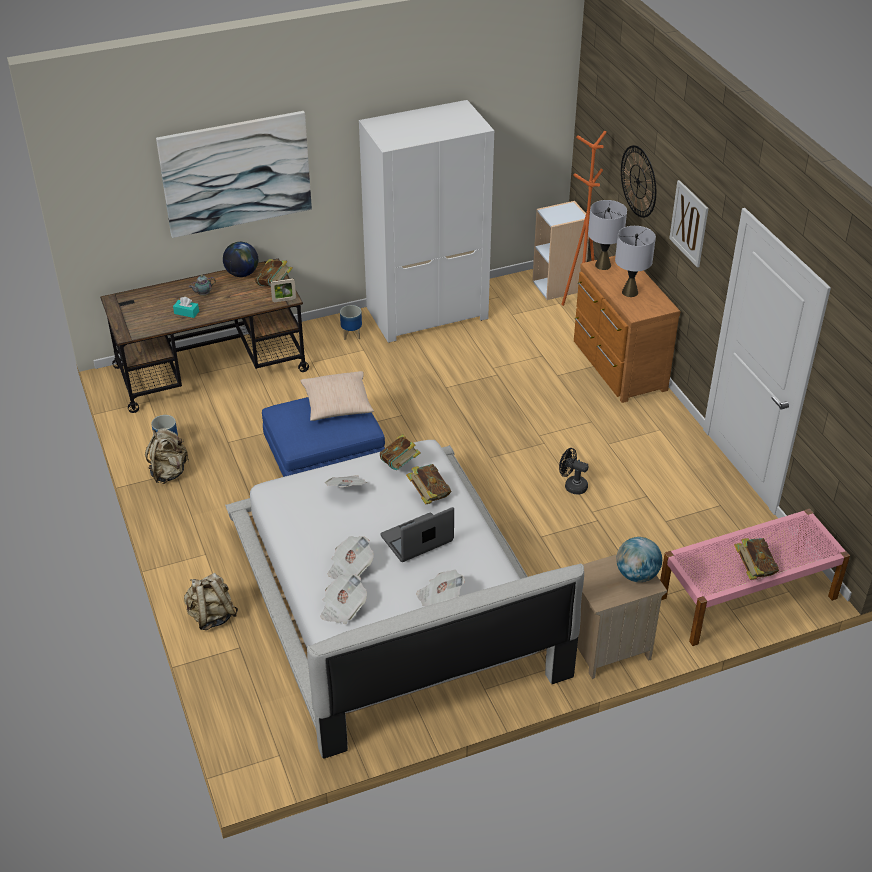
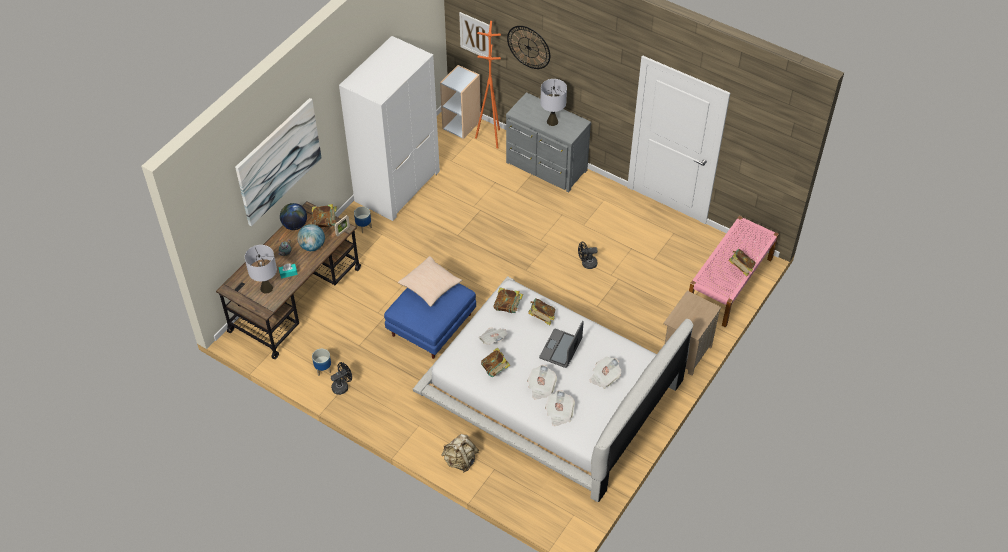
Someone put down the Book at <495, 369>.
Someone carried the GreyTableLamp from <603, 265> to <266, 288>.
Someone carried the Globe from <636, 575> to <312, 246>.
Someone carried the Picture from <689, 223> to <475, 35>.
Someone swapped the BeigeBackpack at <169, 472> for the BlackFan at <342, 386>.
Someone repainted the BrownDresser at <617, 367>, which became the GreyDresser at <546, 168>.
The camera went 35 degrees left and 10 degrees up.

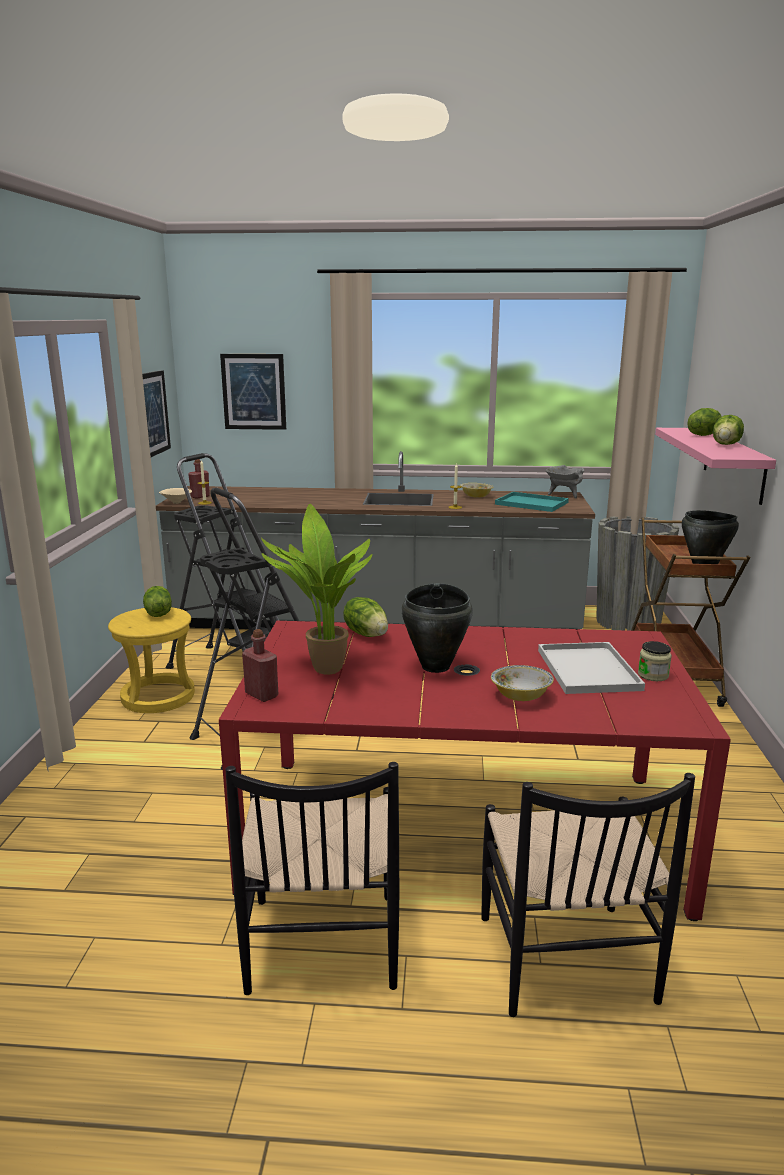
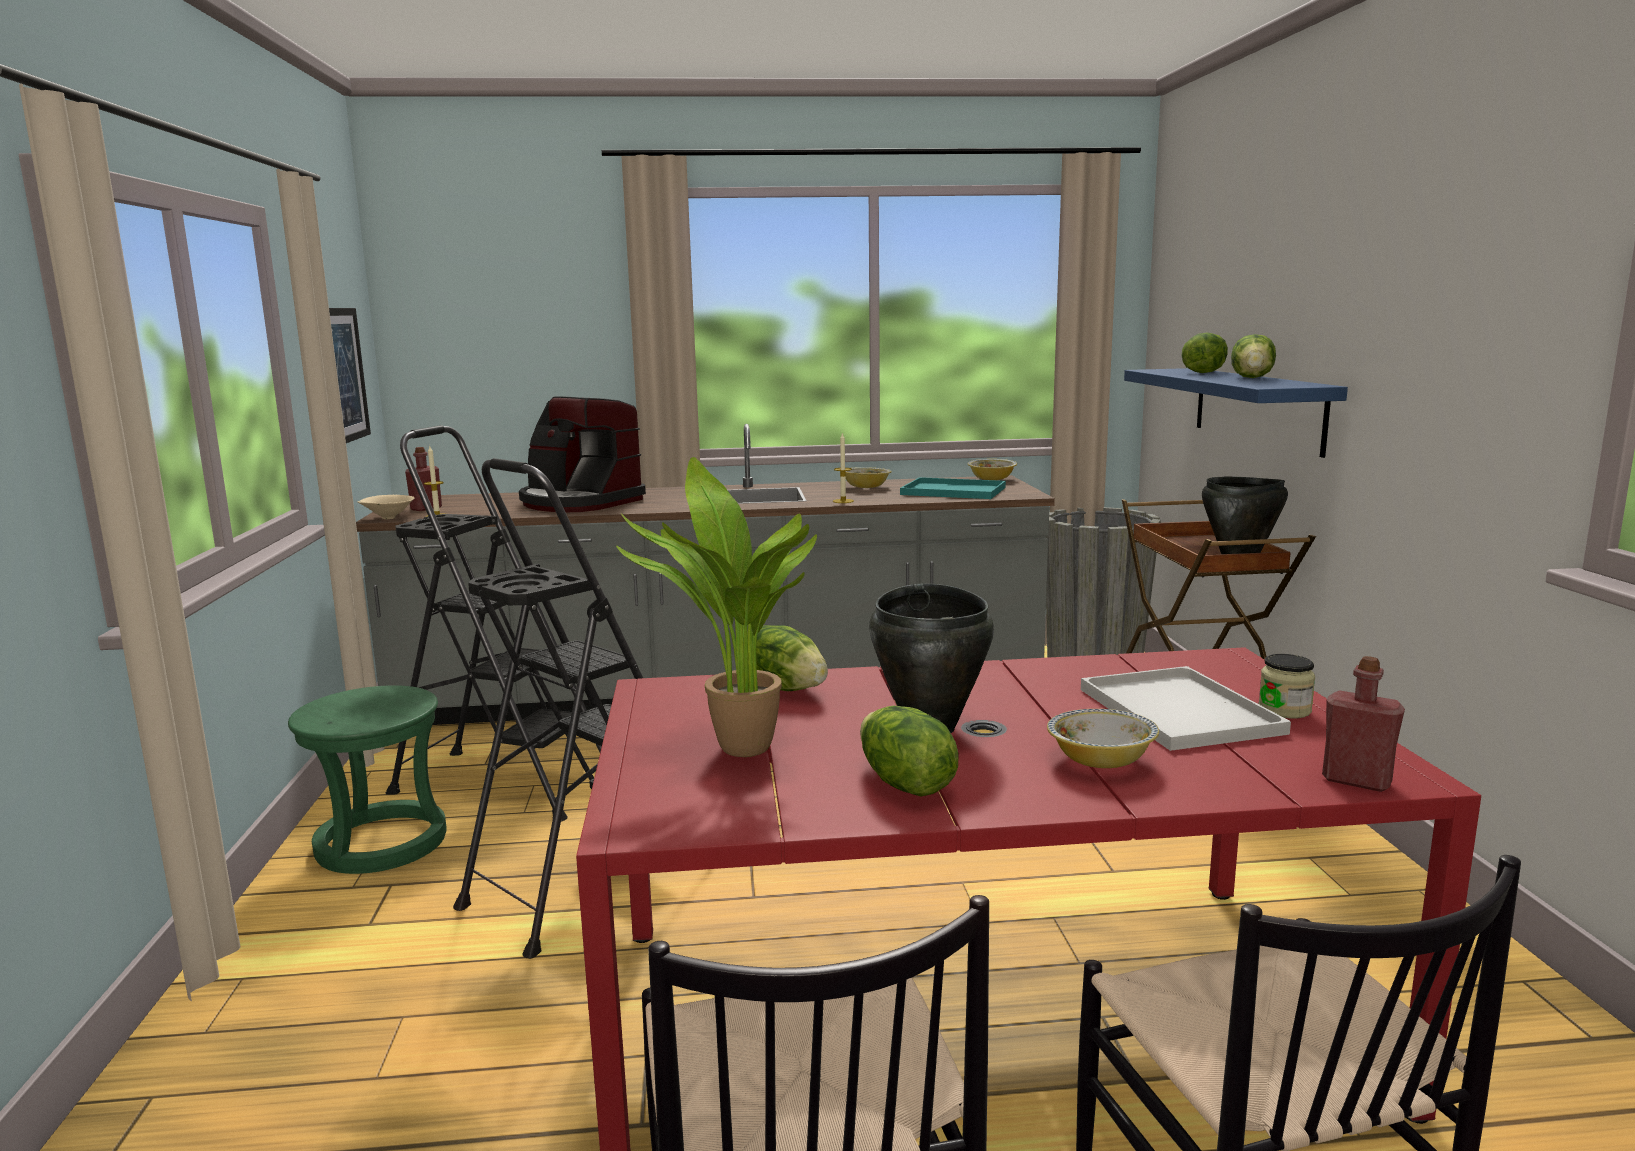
Someone took away the Picture at <254, 391>.
Someone put down the CoffeeMachine at <579, 502>.
Someone carried the Lettuce from <158, 613> to <904, 784>.
Someone carried the RedBottle from <261, 695> to <1356, 780>.
Someone swapped the GreyCookingPot at <563, 495> for the Bowl at <991, 479>.
Someone repainted the YellowStool at <158, 696>, which became the GreenStool at <381, 842>.
Someone repainted the PinkShelf at <733, 463>, which became the BlueShelf at <1257, 408>.
The camera went 10 degrees left and 5 degrees down.

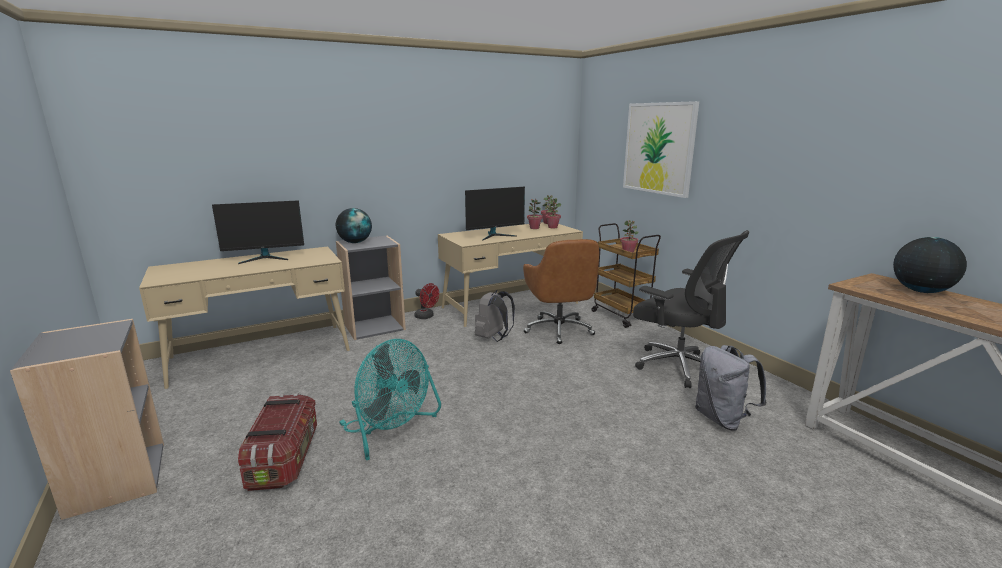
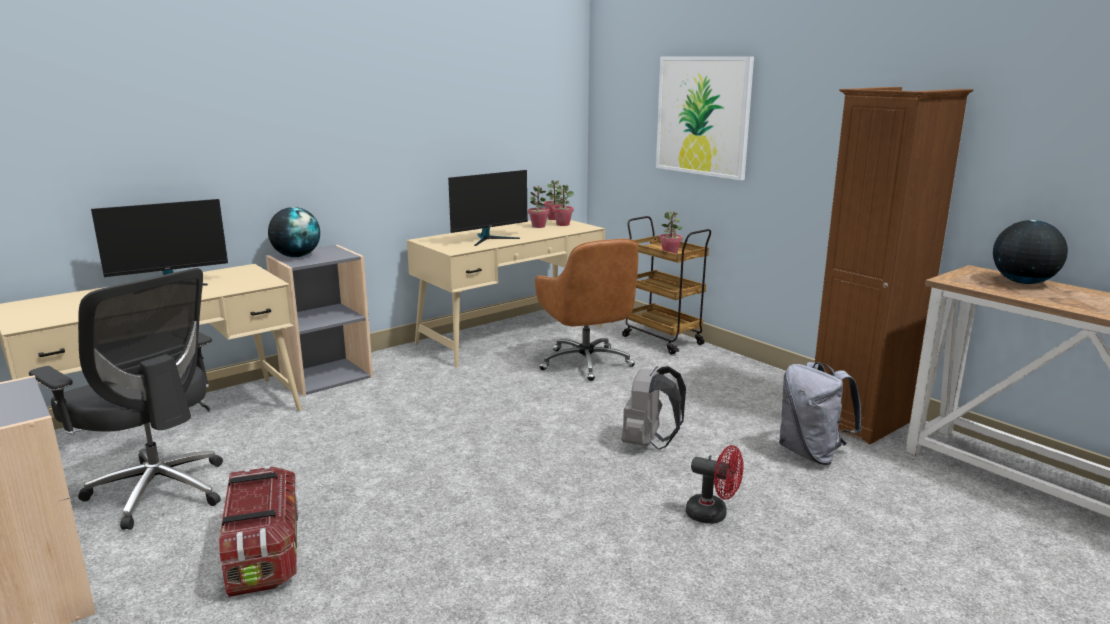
Someone took away the TurquoiseFan at <388, 431>.
Someone put down the BrownCabinet at <861, 420>.
Someone carried the RedFan from <426, 316> to <713, 515>.
Someone carried the GreyBackpack from <493, 338> to <648, 443>.
Someone carried the OfficeChair from <677, 367> to <157, 490>.
The camera went 10 degrees left and 0 degrees up.

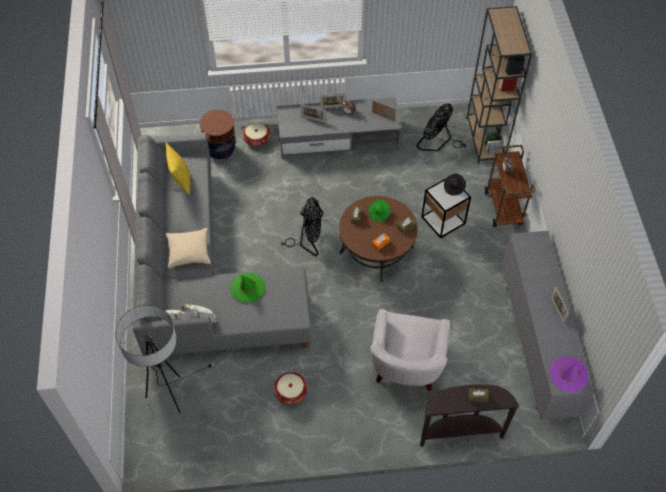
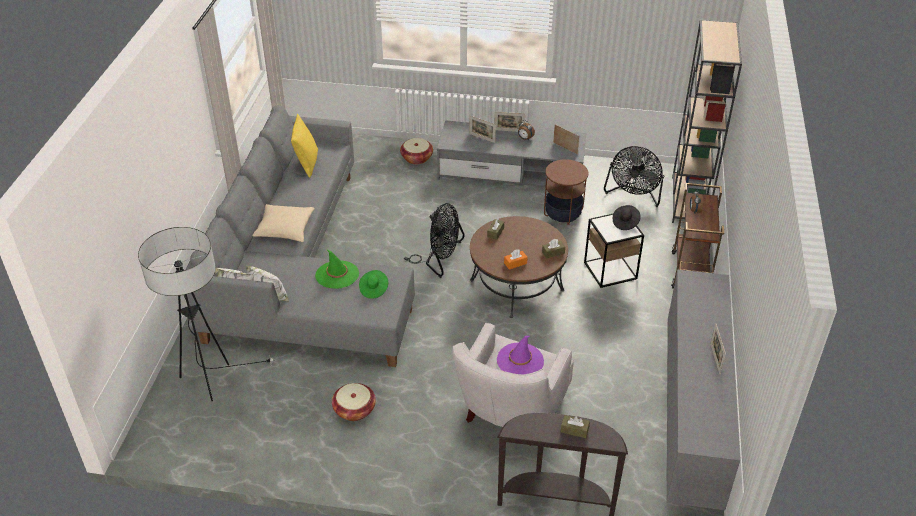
Someone carried the BrownSideTable from <221, 150> to <563, 214>.
Someone carried the GreenHat from <378, 213> to <373, 289>.
Someone carried the PurpleHat from <568, 374> to <520, 361>.
Someone rotated the BlackFan at <440, 140> by 120 degrees counterclockwise.
The camera went 15 degrees right and 15 degrees down.

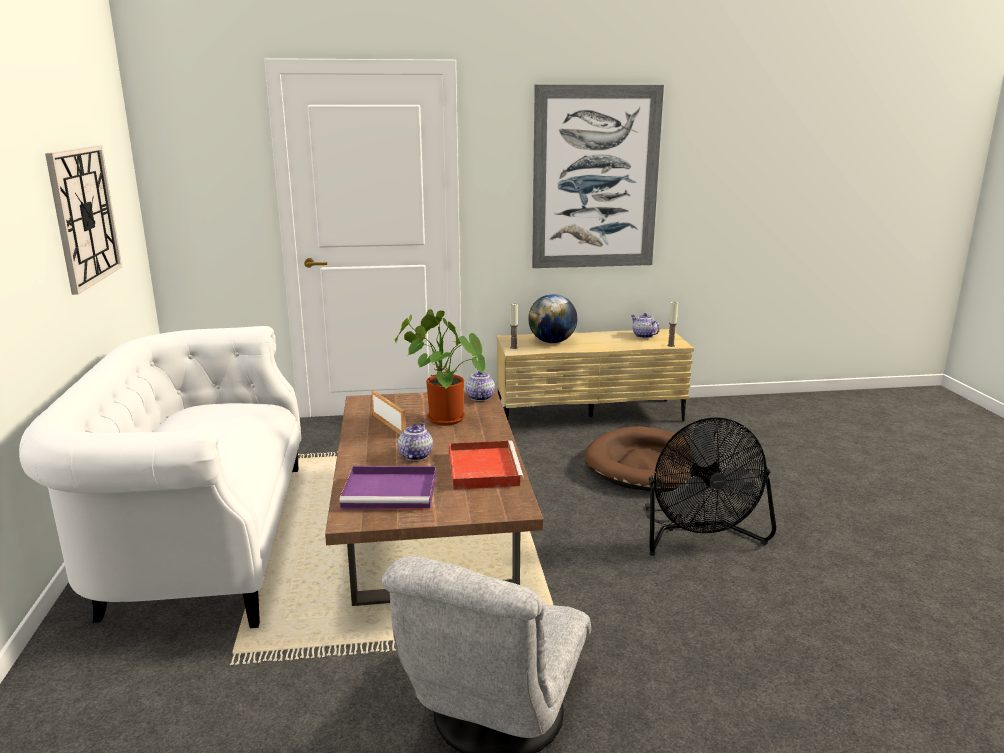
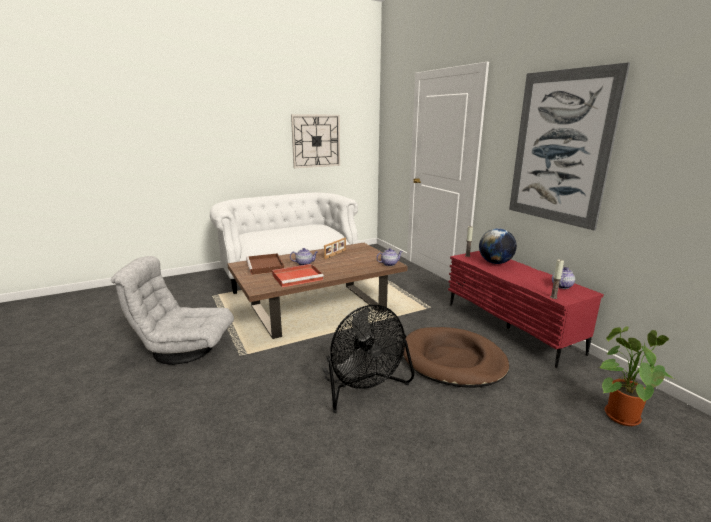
Someone carried the PottedPlant from <441, 418> to <619, 414>.
Someone repainted the PurpleTray at <392, 492>, which became the BrownTray at <265, 266>.
Someone repainted the BeigeTvStand at <590, 415>, which became the RedTvStand at <510, 328>.
Someone rotated the BlackFan at <694, 536> by 90 degrees counterclockwise.
The camera went 70 degrees right and 0 degrees up.

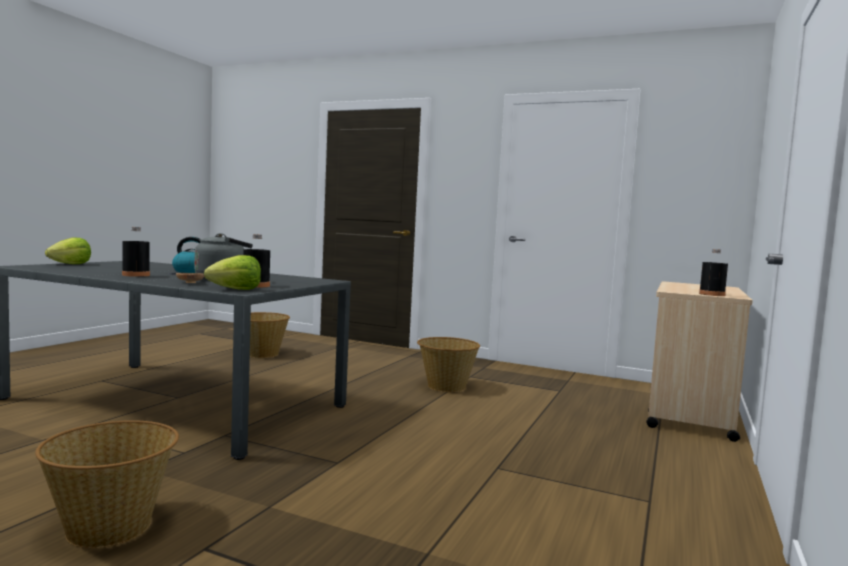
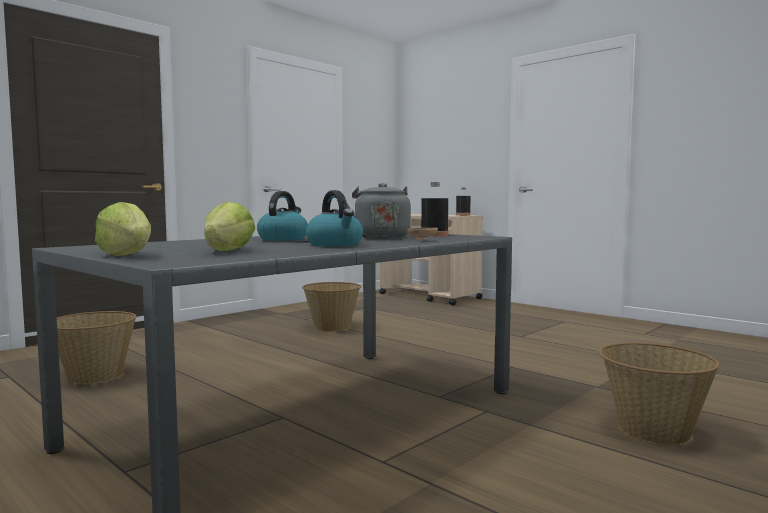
Someone carried the Lettuce from <236, 289> to <227, 251>.
Someone swapped the BlackBottle at <136, 275> for the Kettle at <335, 245>.
The camera went 70 degrees left and 0 degrees up.

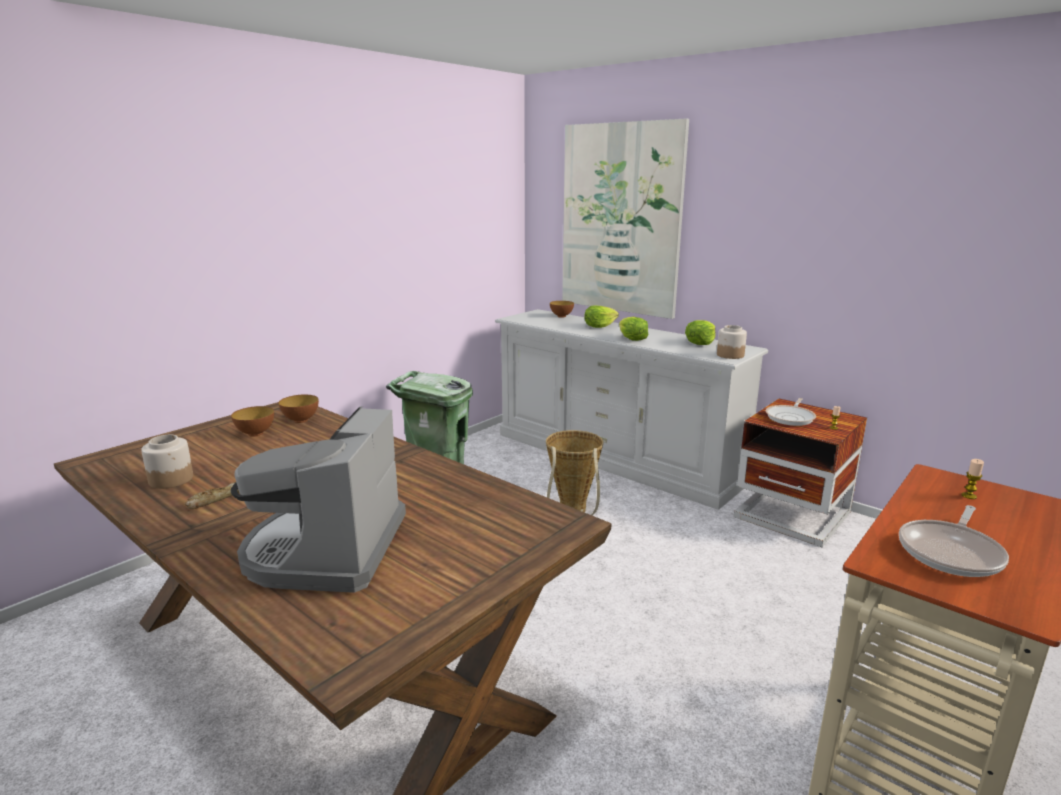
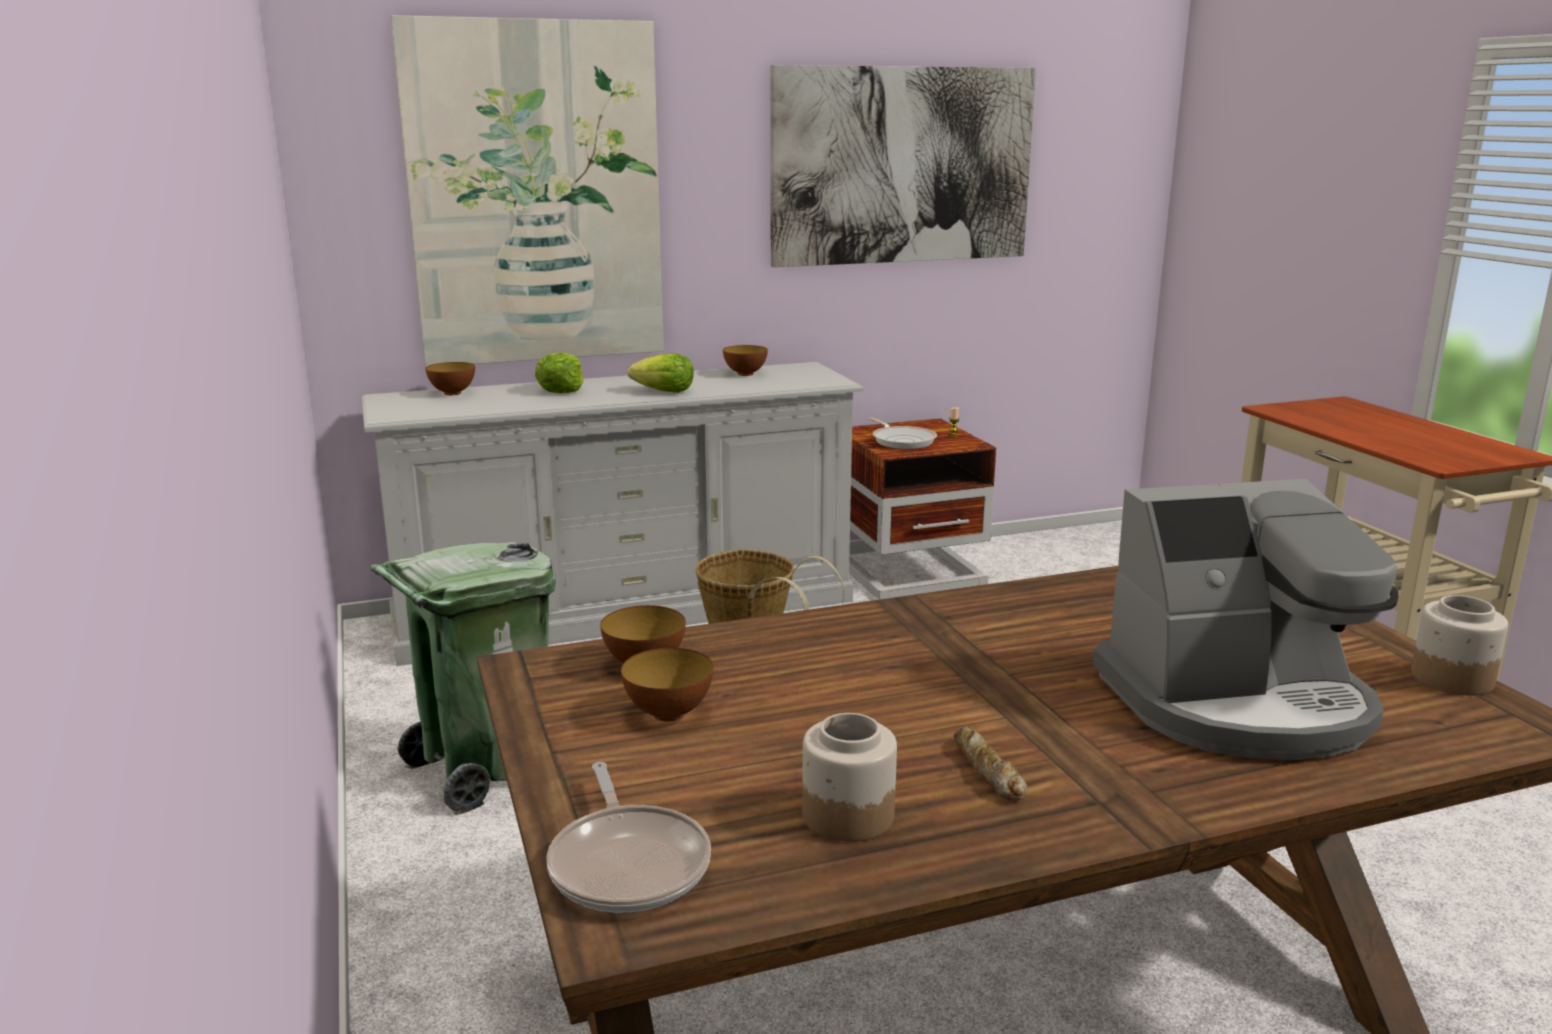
Someone took away the Candle at <969, 496>.
Someone put up the Picture at <902, 166>.
Someone carried the Jar from <730, 355> to <1450, 679>.
Someone carried the FryingPan from <951, 552> to <628, 863>.
Someone swapped the Lettuce at <700, 342> for the Bowl at <745, 374>.
Someone rotated the CoffeeMachine at <326, 550> by 45 degrees counterclockwise.
The camera went 60 degrees left and 0 degrees up.

